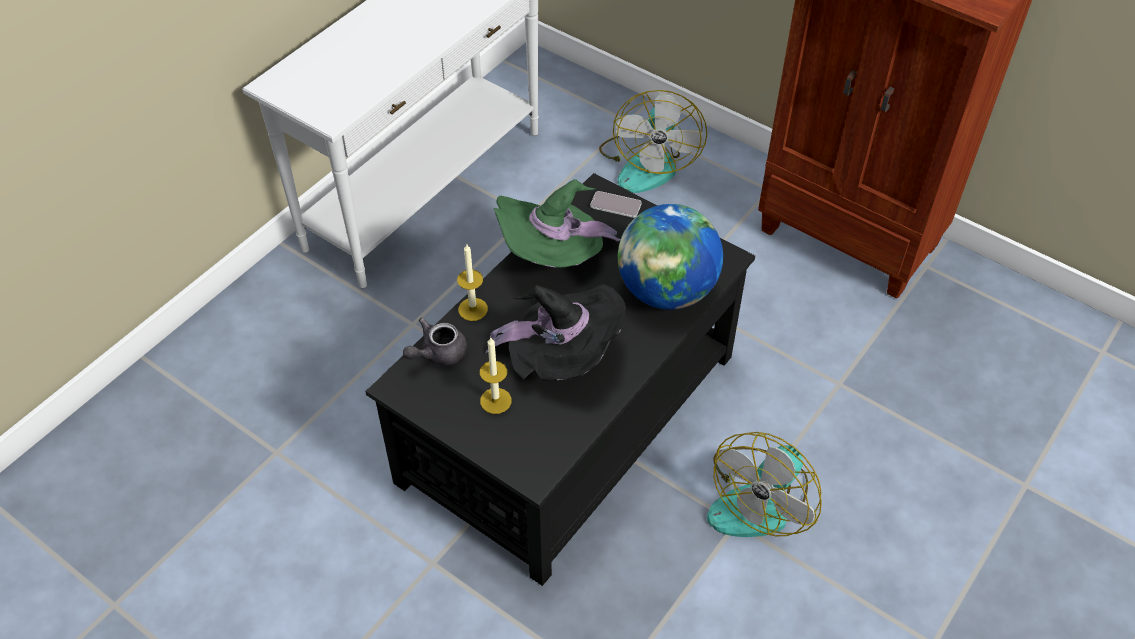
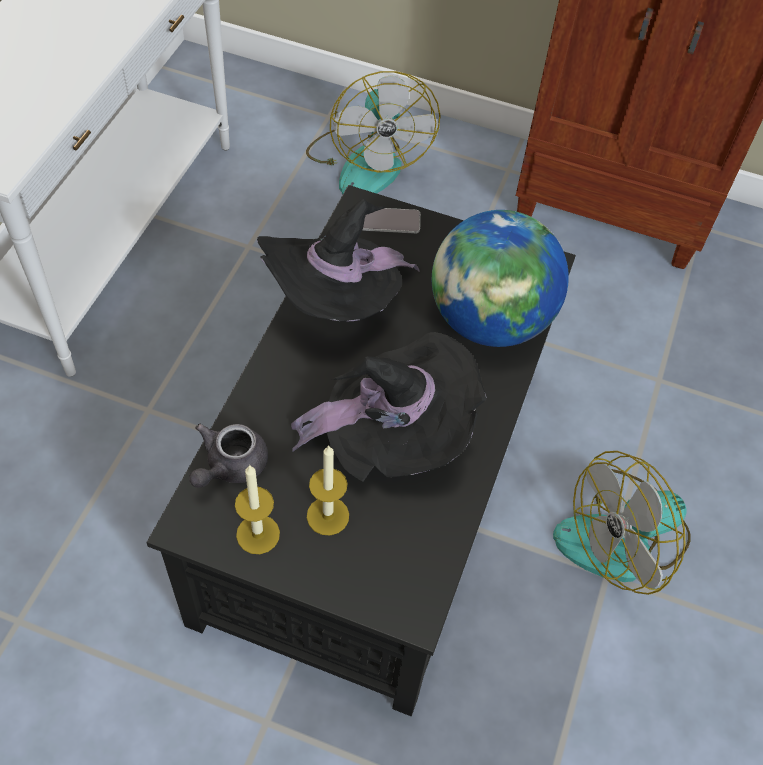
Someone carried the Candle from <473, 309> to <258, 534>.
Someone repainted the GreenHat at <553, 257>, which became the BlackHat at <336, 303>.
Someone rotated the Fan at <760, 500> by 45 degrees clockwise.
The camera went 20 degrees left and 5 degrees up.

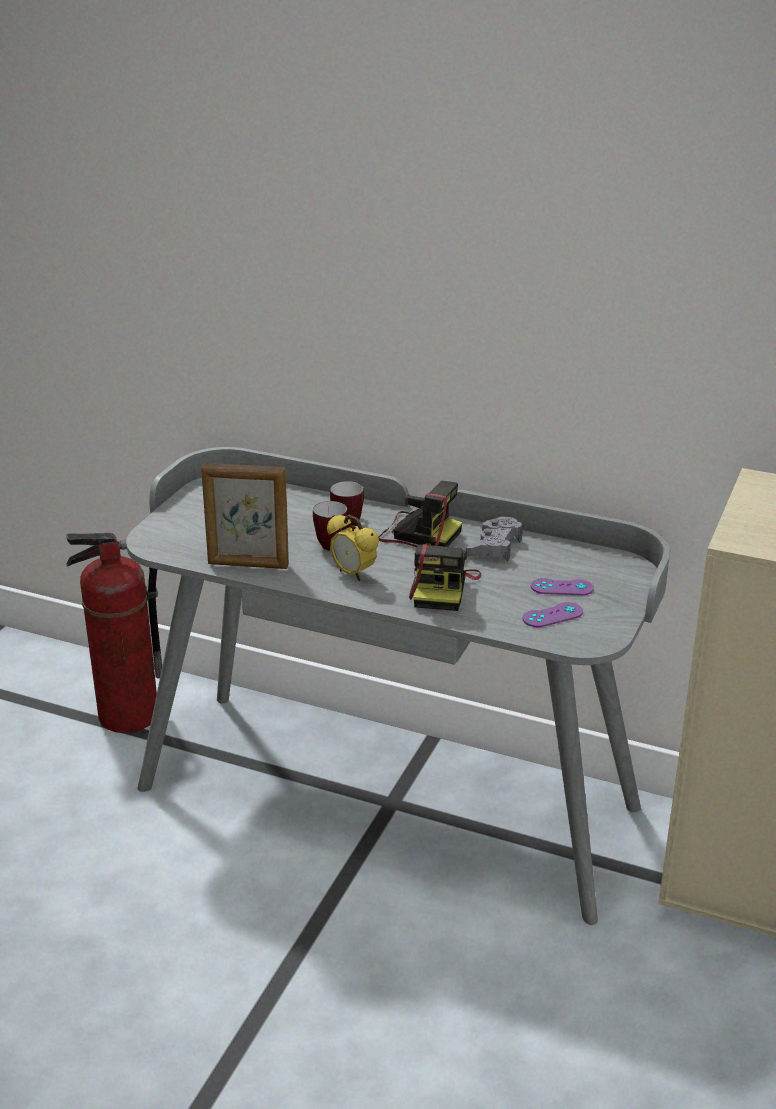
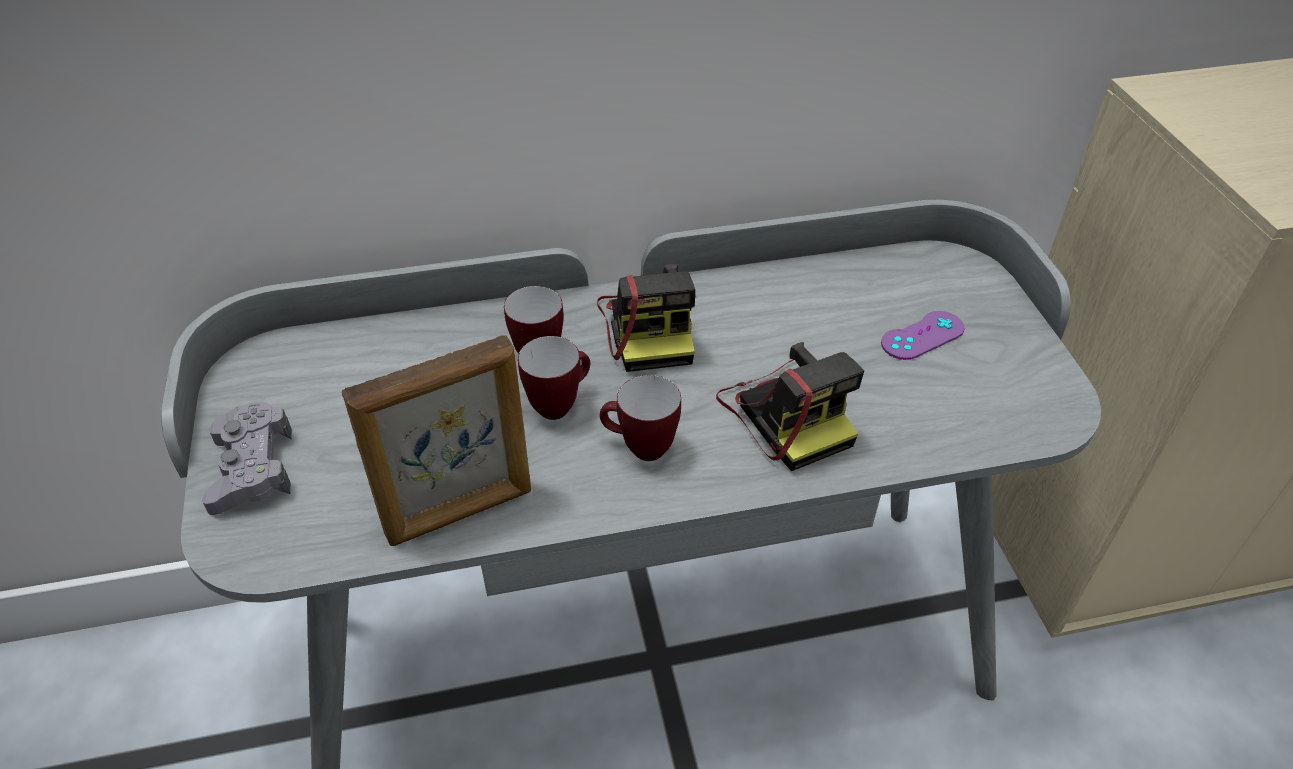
Someone took away the FireExtinguisher at <129, 716>.
Someone took away the PurpleGameController at <552, 615>.
Someone carried the GreyGameController from <494, 547> to <251, 468>.
Someone swapped the AlarmClock at <353, 574> for the Mug at <639, 449>.
Someone rotated the PhotoCamera at <418, 533> by 90 degrees clockwise.
The camera went 35 degrees left and 15 degrees up.

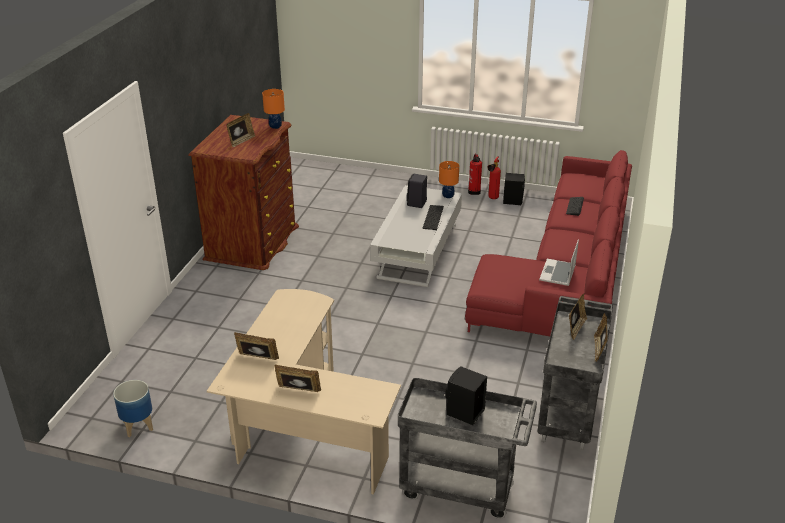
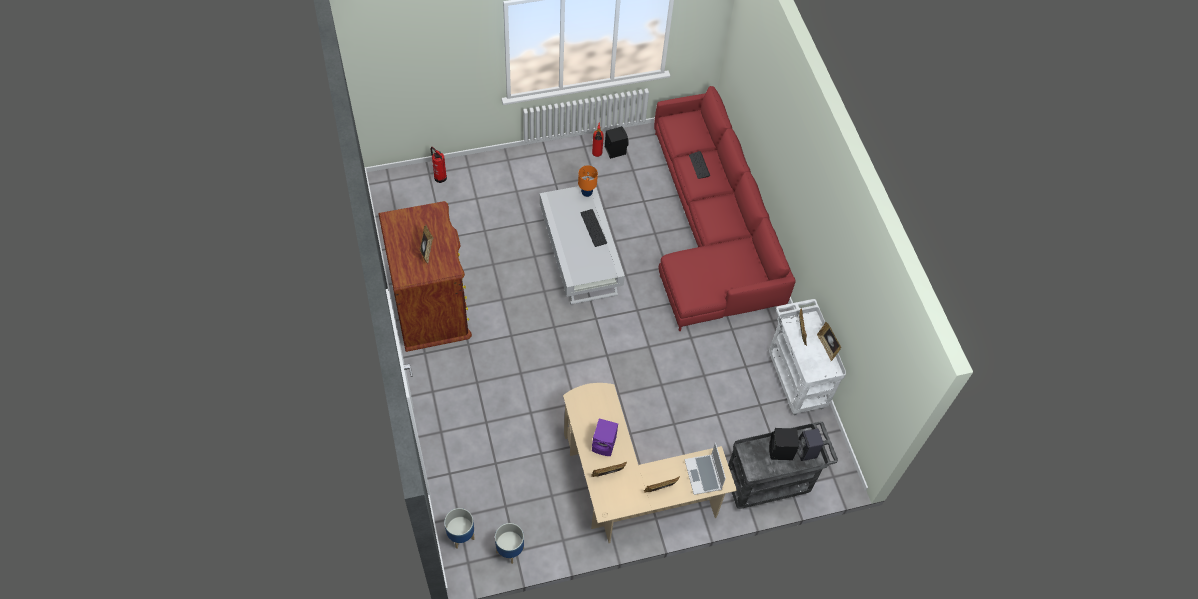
Someone took away the OrangeTableLamp at <275, 127>.
Someone put down the Planter at <460, 535>.
Someone put down the PurpleSpeaker at <604, 445>.
Someone carried the BlackSpeaker from <417, 203> to <806, 451>.
Someone carried the FireExtinguisher from <474, 191> to <440, 176>.
Someone carried the Laptop from <558, 274> to <703, 475>.
Someone repainted the BlackCart at <568, 414>, which became the WhiteCart at <794, 379>.
The camera went 35 degrees left and 25 degrees up.

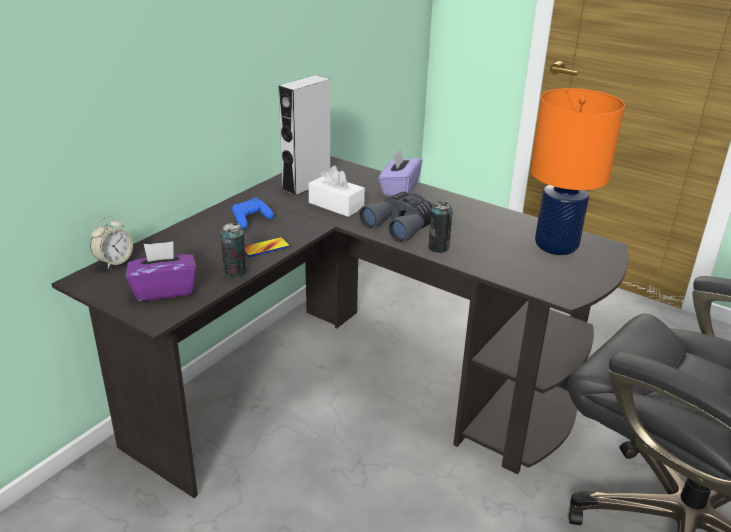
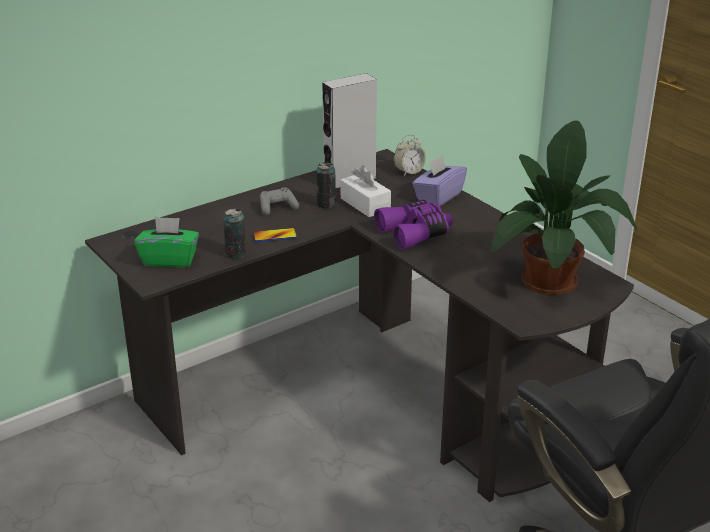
Someone carried the AlarmClock from <114, 262> to <409, 172>.
Someone carried the Can from <438, 248> to <326, 204>.
Someone swapped the OrangeTableLamp at <556, 249> for the PottedPlant at <553, 278>.
Someone repainted the PurpleTissueBox at <164, 290>, which became the GreenTissueBox at <169, 259>.
Someone repainted the BlueGameController at <251, 220>, which became the GreyGameController at <277, 208>.
Someone repainted the GreyBinoculars at <402, 225>, which became the PurpleBinoculars at <415, 233>.
The camera went 20 degrees right and 0 degrees up.

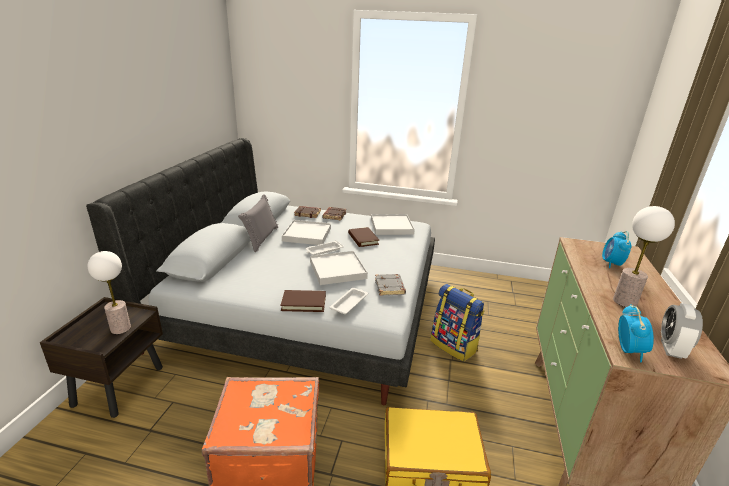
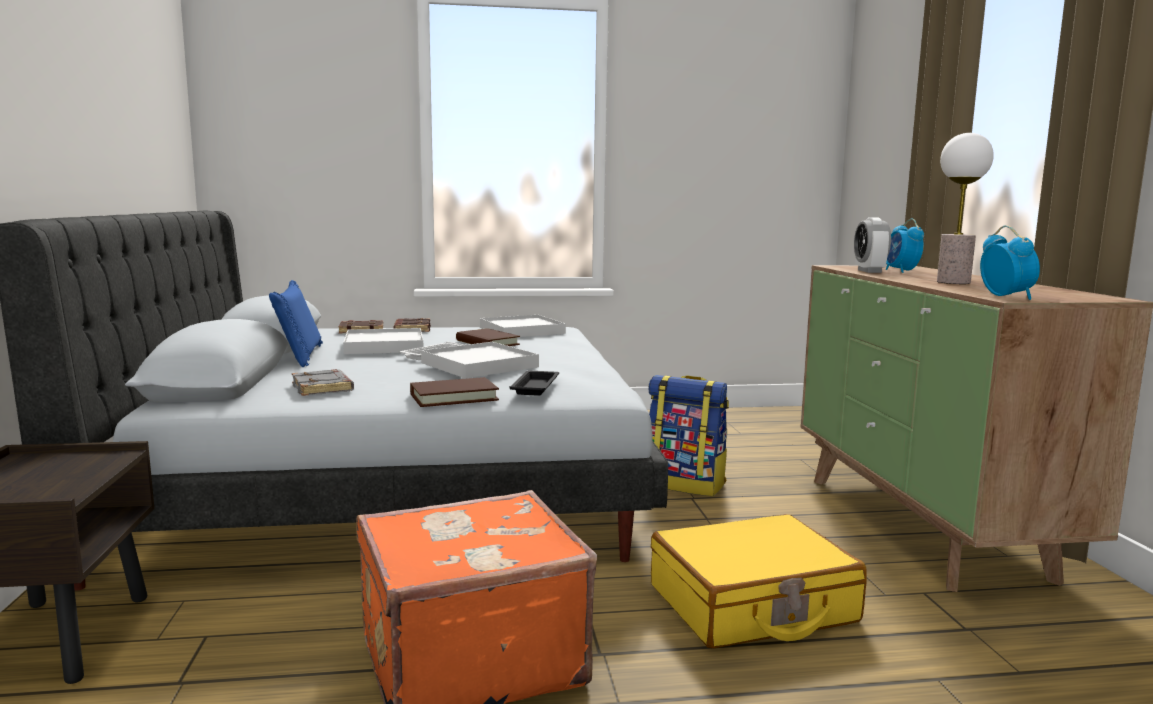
Someone took away the TableLamp at <120, 328>.
Someone carried the GreyBook from <390, 287> to <323, 388>.
Someone carried the AlarmClock from <671, 349> to <869, 271>.
Someone repainted the GreyPillow at <261, 238>, which became the BluePillow at <300, 356>.
Someone repainted the WhiteTray at <349, 303>, which became the BlackTray at <535, 387>.
The camera went 20 degrees left and 15 degrees down.

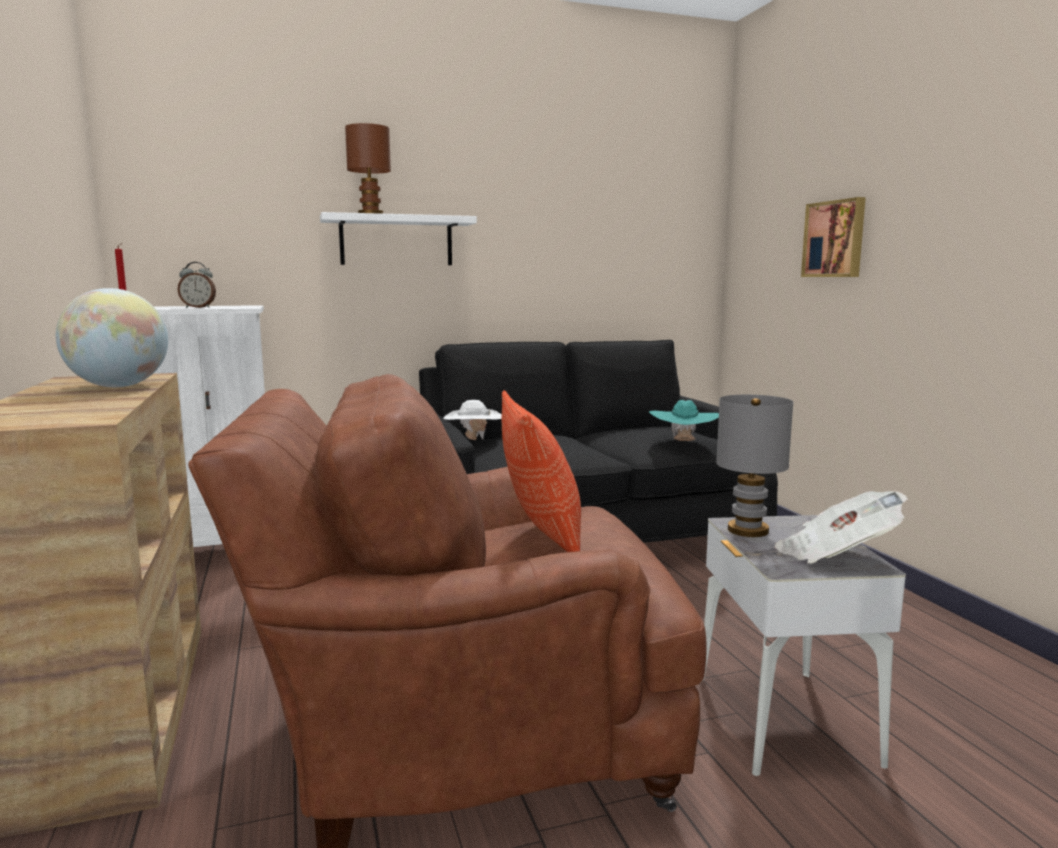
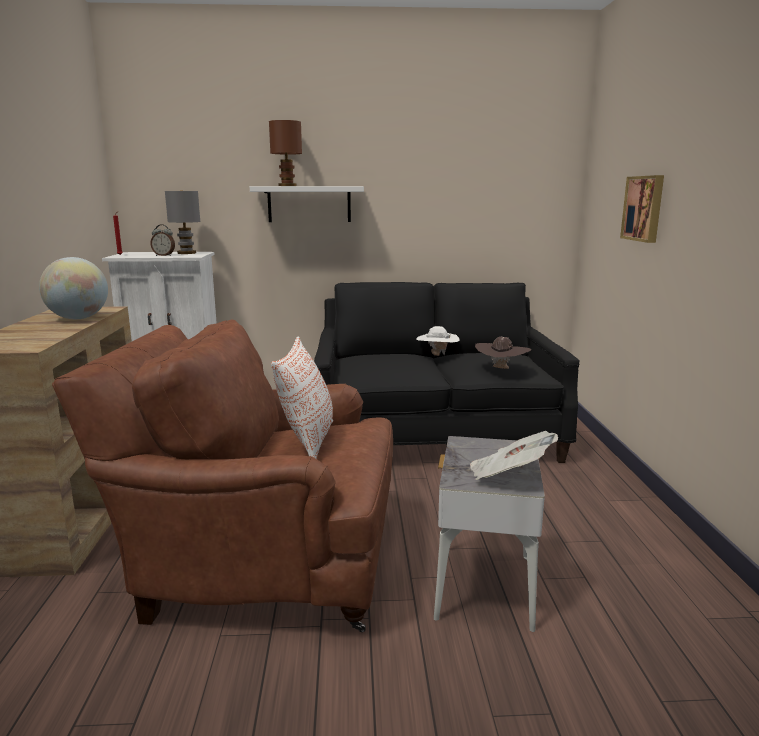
Someone carried the WhiteHat from <473, 440> to <437, 355>.
Someone carried the GreyTableLamp from <747, 530> to <186, 253>.
Someone repainted the OrangePillow at <541, 540>, which became the WhitePillow at <308, 442>.
Someone repainted the TurquoiseHat at <684, 442>, which became the BrownHat at <501, 369>.
The camera went 15 degrees right and 5 degrees up.

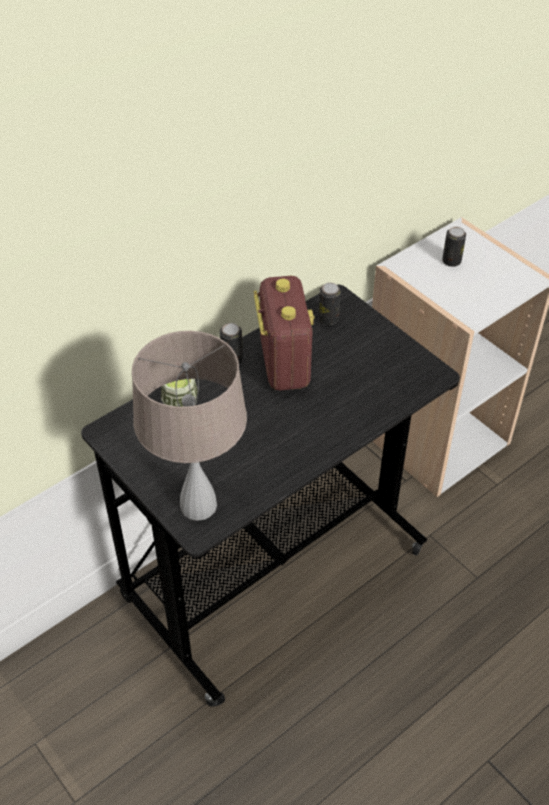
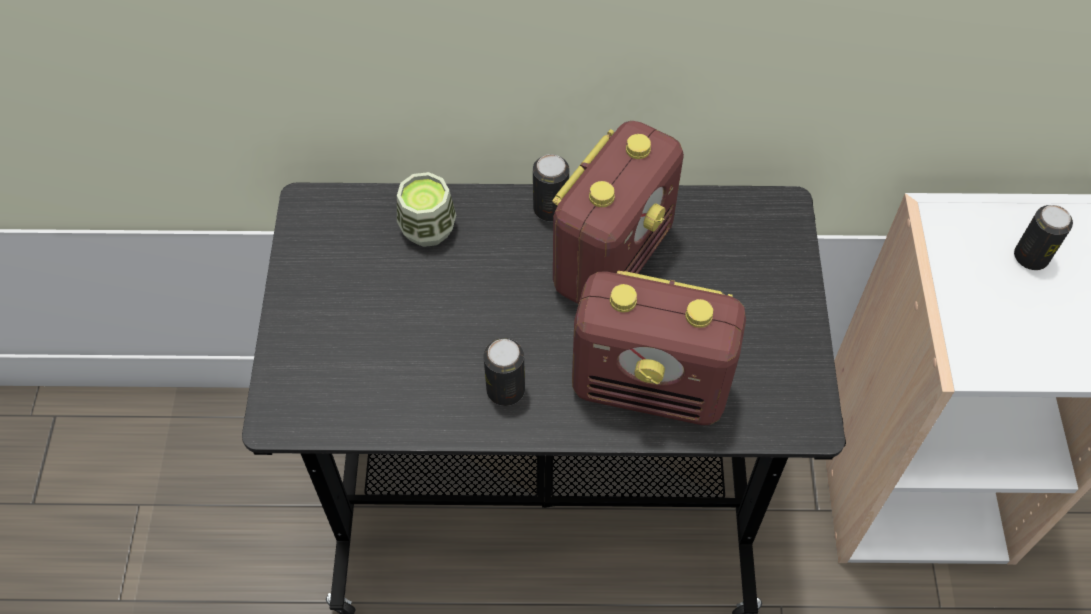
Someone took away the BeigeTableLamp at <199, 505>.
Someone put down the Radio at <651, 387>.
Someone carried the Can from <328, 319> to <505, 390>.
The camera went 40 degrees right and 10 degrees up.

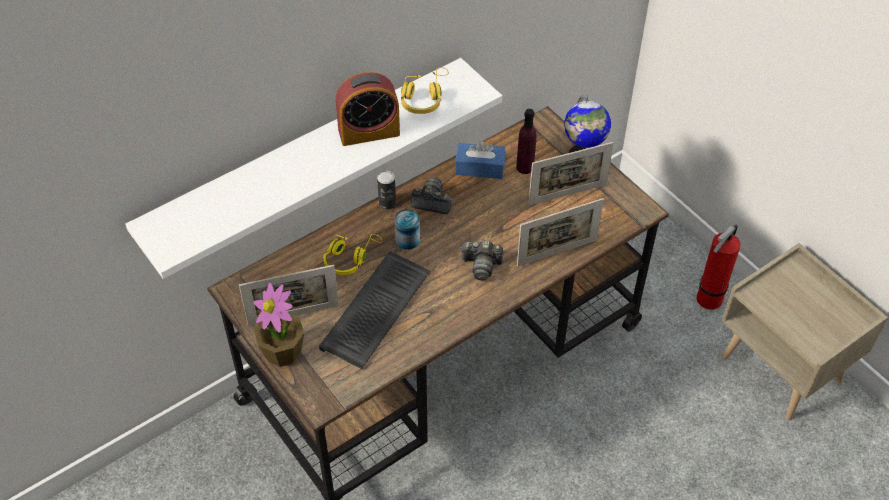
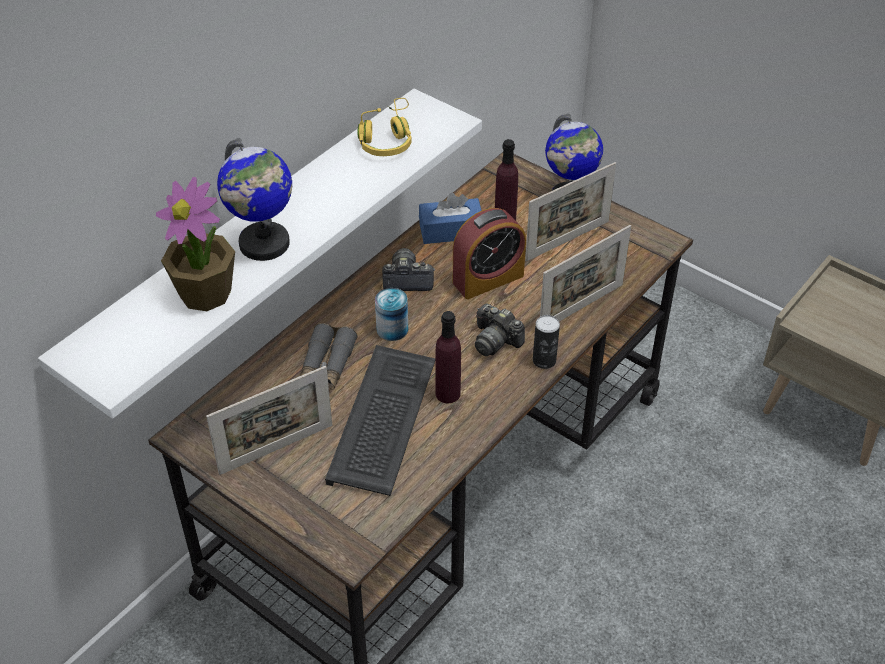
Someone took away the FireExtinguisher at <707, 301>.
Someone put down the Globe at <264, 244>.
Someone put down the PurpleBottle at <448, 393>.
Someone carried the PottedPlant from <283, 352> to <206, 293>.
Someone carried the AlarmClock from <369, 132> to <488, 279>.
Someone carried the Can from <387, 203> to <544, 360>.
Someone swapped the YellowHeadphones at <350, 258> for the GreyBinoculars at <327, 365>.
Someone rotated the PhotoCamera at <481, 265> by 45 degrees clockwise.
The camera went 15 degrees left and 5 degrees down.

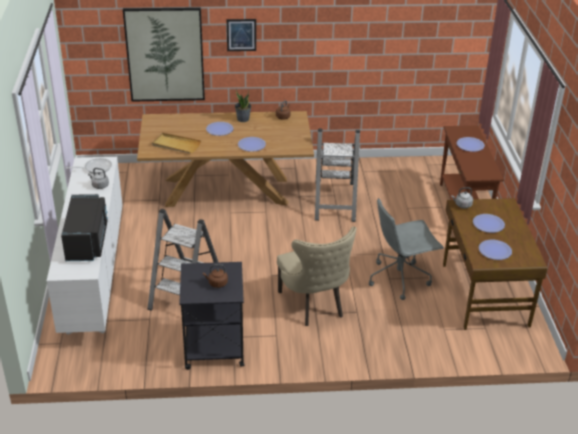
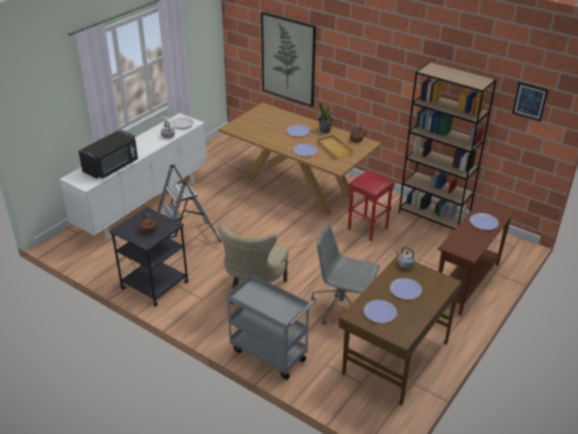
Someone put down the GreyCart at <270, 356>.
Someone put down the BeigeBookcase at <434, 217>.
Someone carried the BeigeTray from <176, 145> to <334, 148>.
Someone carried the Picture from <241, 35> to <530, 101>.
Someone swapped the GreyStepLadder at <334, 202> for the RedStool at <366, 228>.
The camera went 40 degrees right and 0 degrees up.

